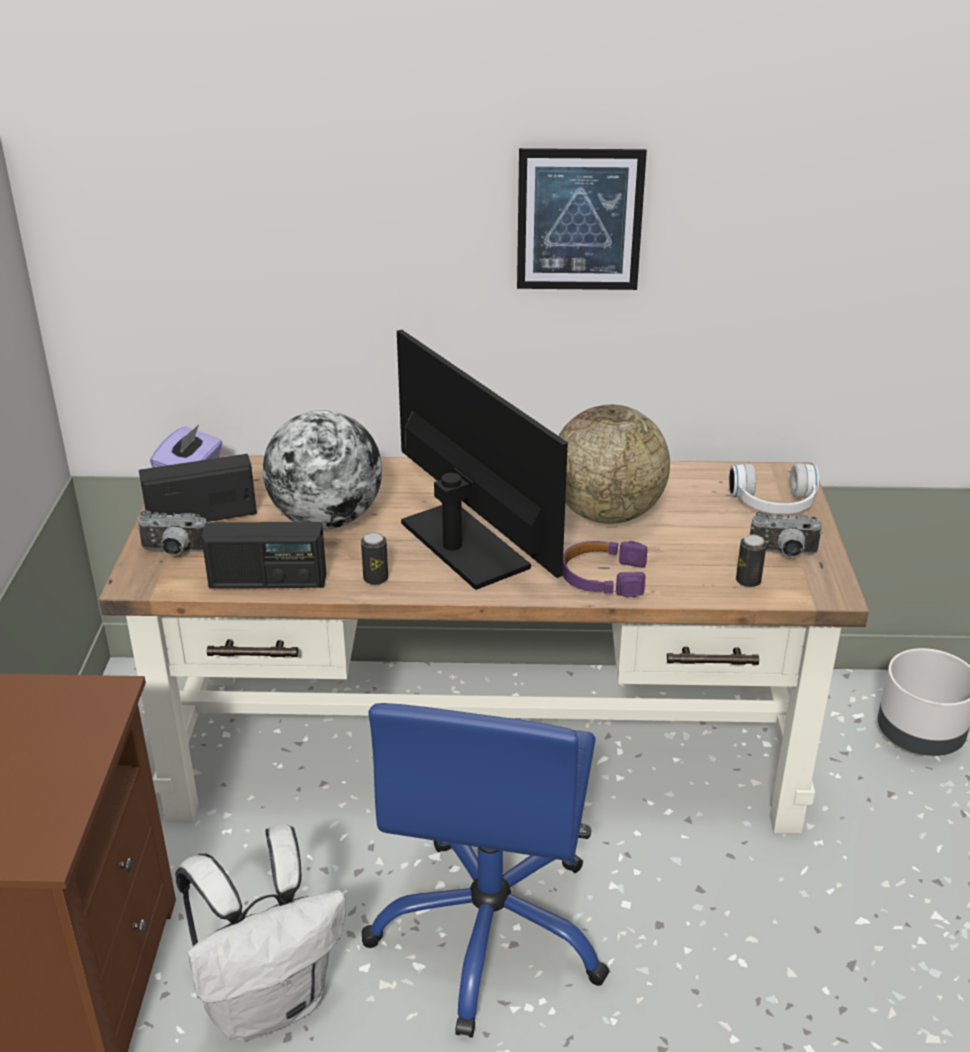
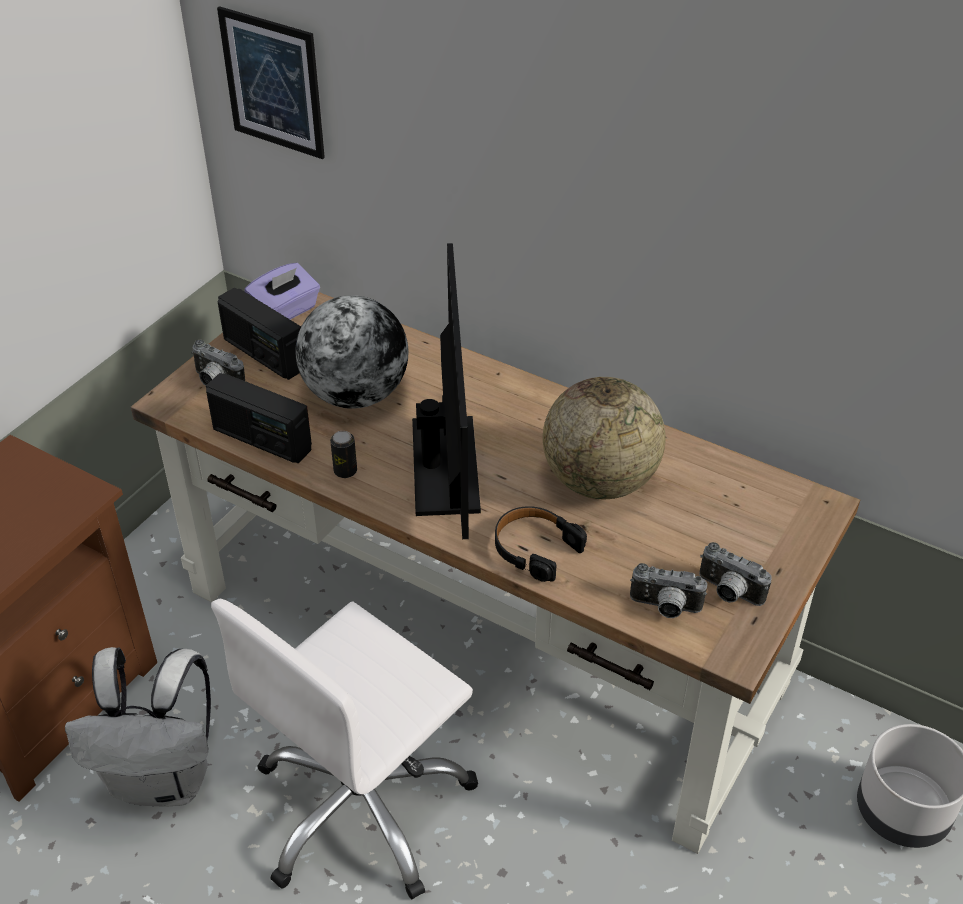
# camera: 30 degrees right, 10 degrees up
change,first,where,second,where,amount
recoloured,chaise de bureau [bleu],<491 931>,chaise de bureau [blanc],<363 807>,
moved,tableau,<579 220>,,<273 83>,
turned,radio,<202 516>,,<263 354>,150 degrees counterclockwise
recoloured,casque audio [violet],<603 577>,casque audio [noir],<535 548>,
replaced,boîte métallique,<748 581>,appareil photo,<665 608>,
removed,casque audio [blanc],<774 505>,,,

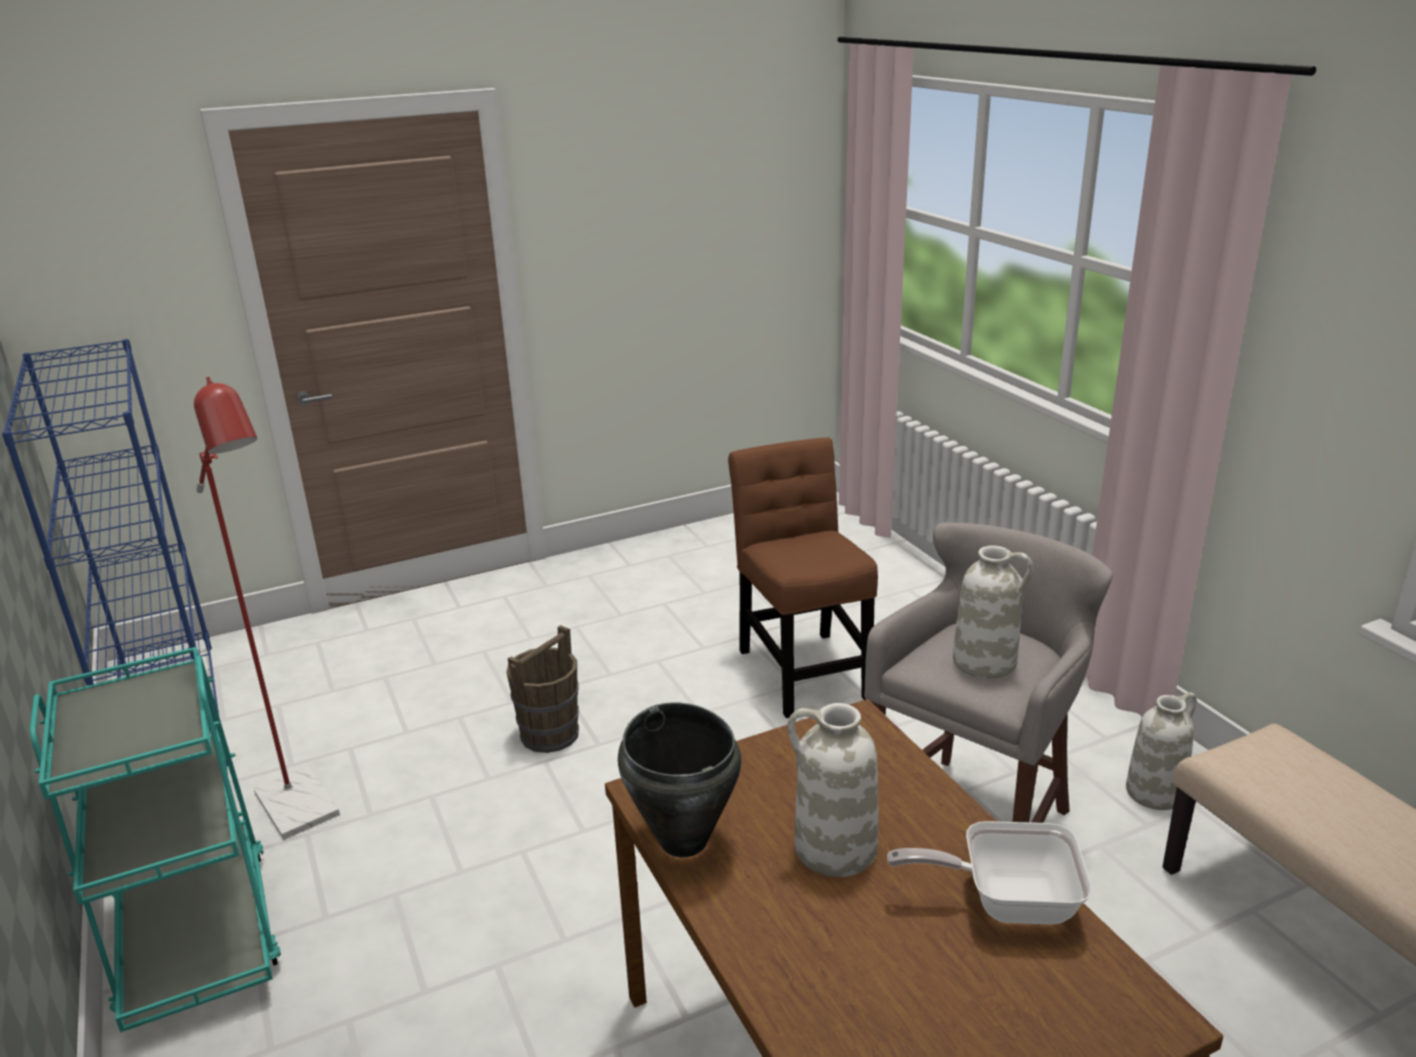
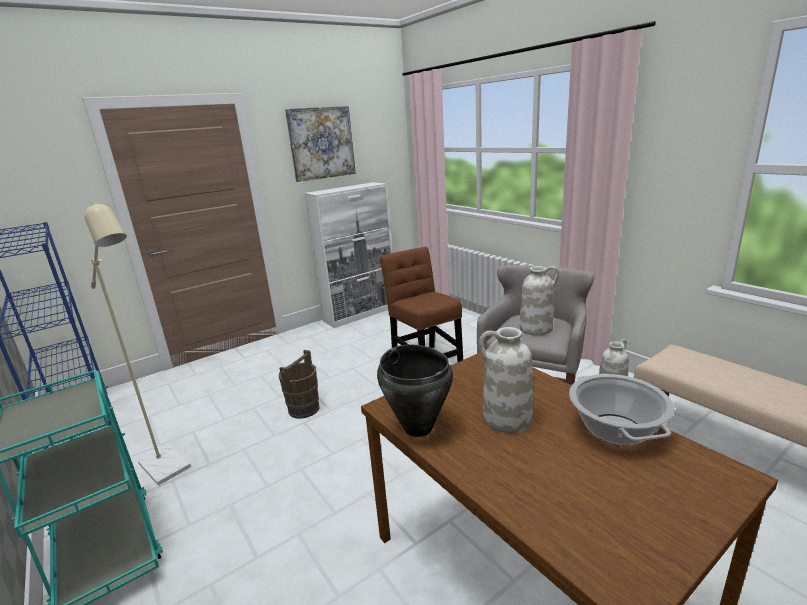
# camera: 10 degrees left, 5 degrees down
change,first,where,second,where,amount
recoloured,lampadaire [rouge],<303 814>,lampadaire [beige],<169 469>,
added,,,tableau,<321 143>,
added,,,meuble de rangement [blanc],<361 313>,
replaced,poêle,<1006 901>,marmite,<615 429>,

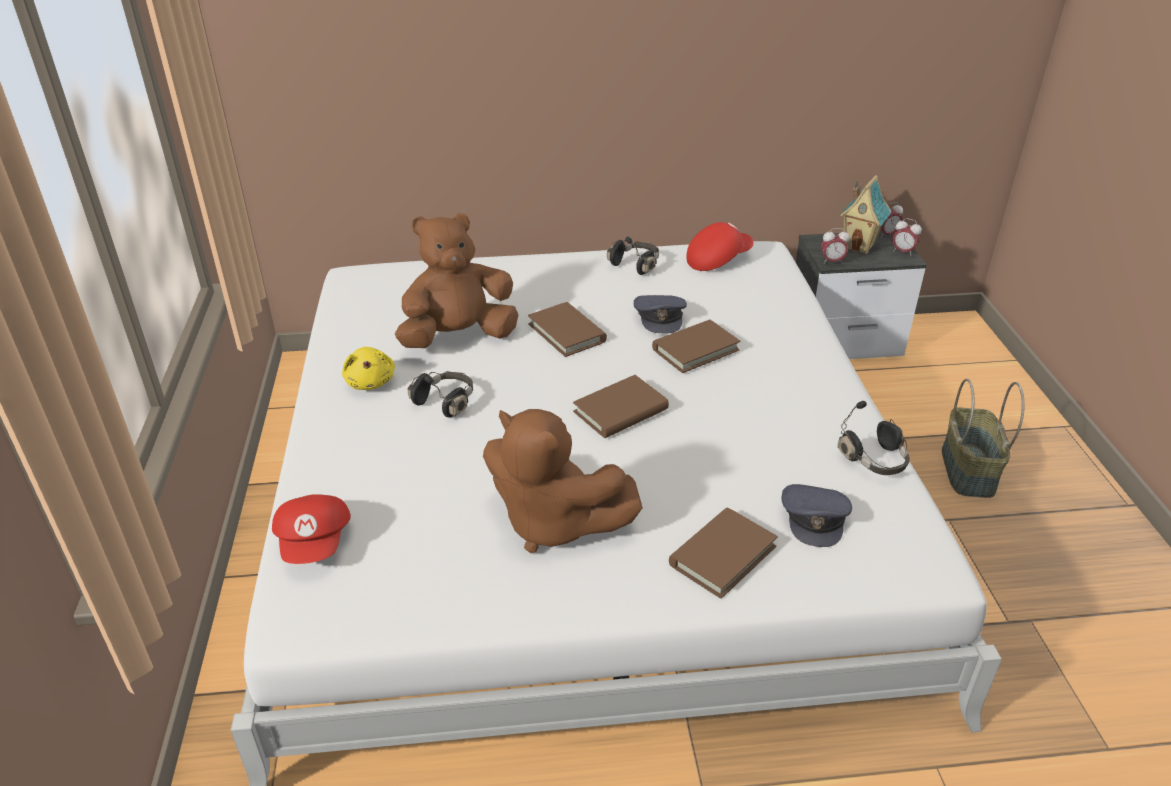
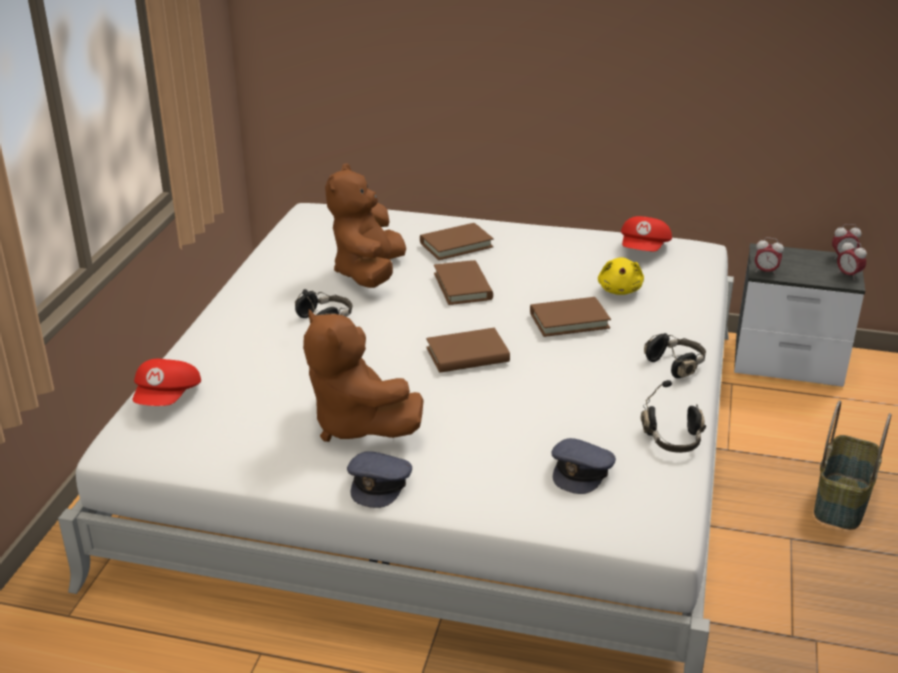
# camera: 20 degrees right, 5 degrees down
change,first,where,second,where,amount
turned,peluche [marron],<458 337>,,<369 273>,75 degrees counterclockwise
moved,casquette [gris],<660 317>,,<379 483>,
moved,livre [marron],<722 555>,,<456 245>,
moved,peluche [jaune],<370 382>,,<620 290>,
turned,casquette [rouge],<717 260>,,<644 250>,120 degrees clockwise
moved,casque audio [noir],<636 264>,,<676 365>,
removed,maison miniature,<859 246>,,,

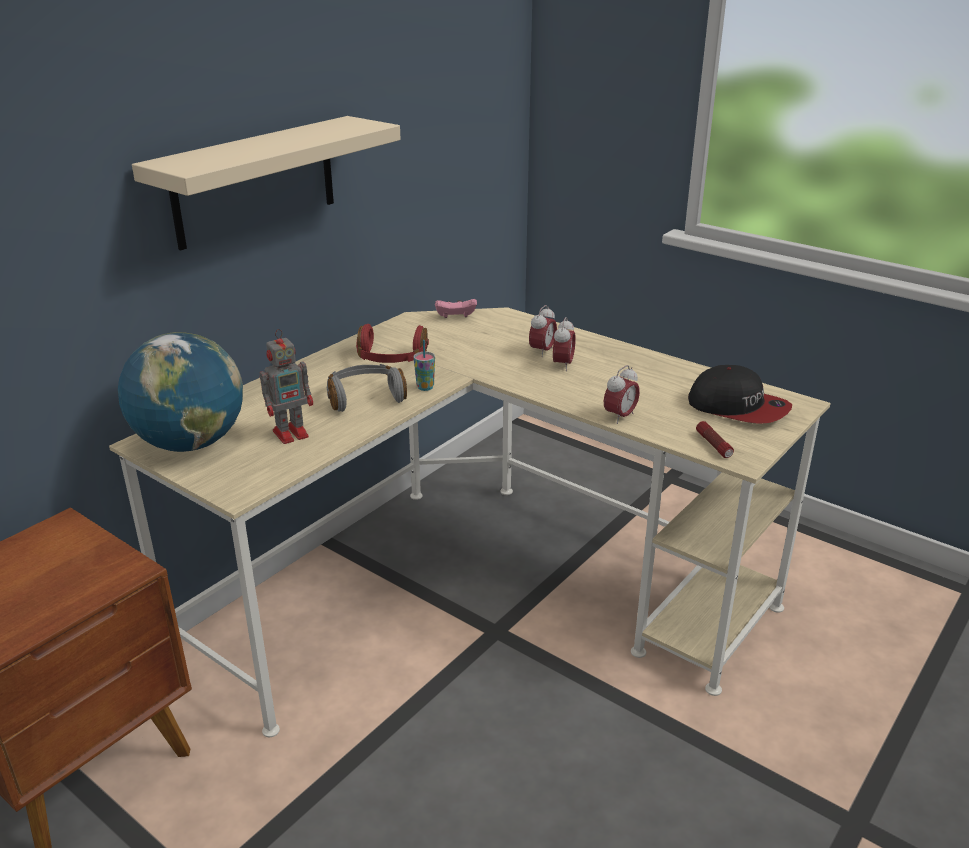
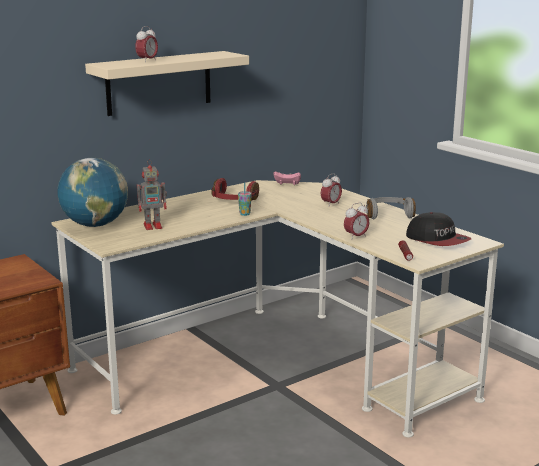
# camera: 15 degrees right, 10 degrees down
change,first,where,second,where,amount
moved,réveil,<563 365>,,<147 61>,
moved,casque audio [gris],<365 397>,,<388 215>,

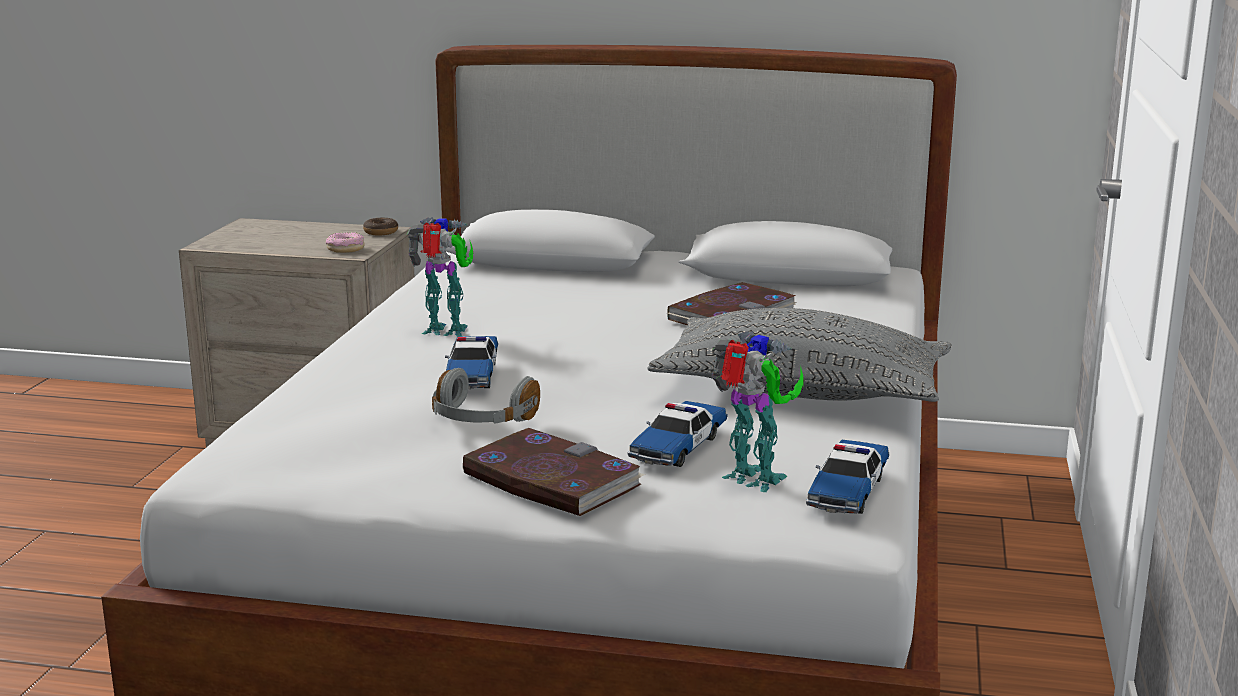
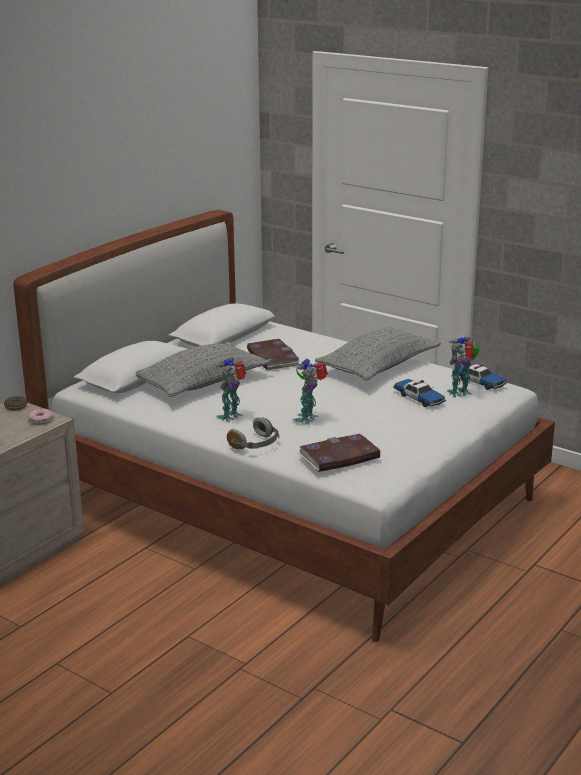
# camera: 65 degrees left, 5 degrees up
change,first,where,second,where,amount
added,,,coussin [gris],<202 383>,
moved,casque audio [gris],<481 420>,,<256 444>,
replaced,petite voiture,<472 374>,robot jouet,<308 418>,
moved,livre,<550 480>,,<339 457>,

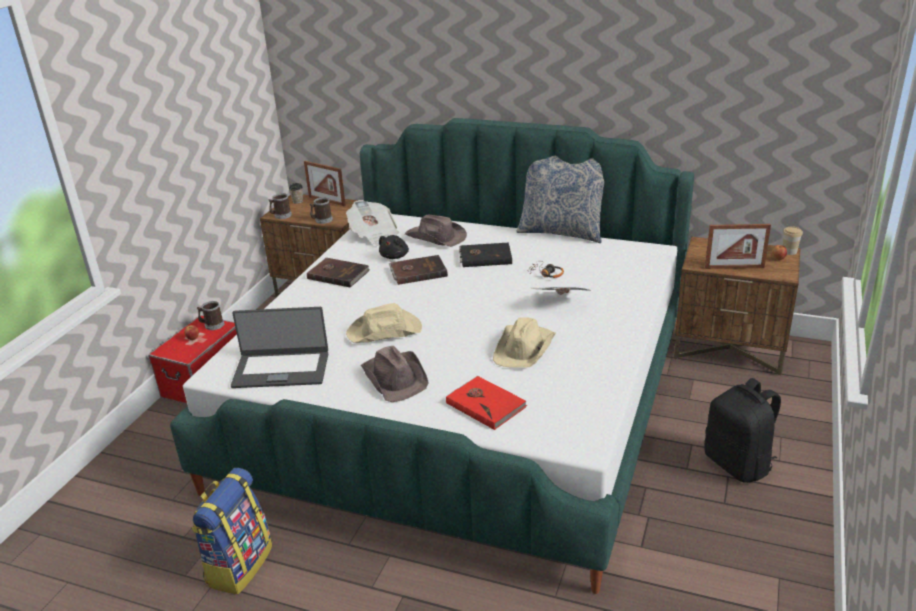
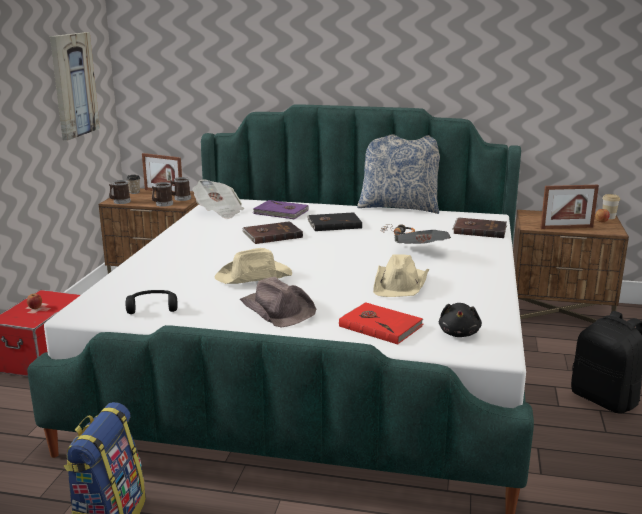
# camera: 10 degrees left, 10 degrees down
change,first,where,second,where,amount
added,,,tableau,<73 85>,
replaced,ordinateur portable,<281 369>,casque audio [noir],<153 307>,
moved,mug,<212 325>,,<180 198>,
replaced,chapeau [marron],<436 237>,livre [violet],<281 212>,
moved,peluche [noir],<395 256>,,<459 333>,
moved,livre [marron],<338 274>,,<479 230>,

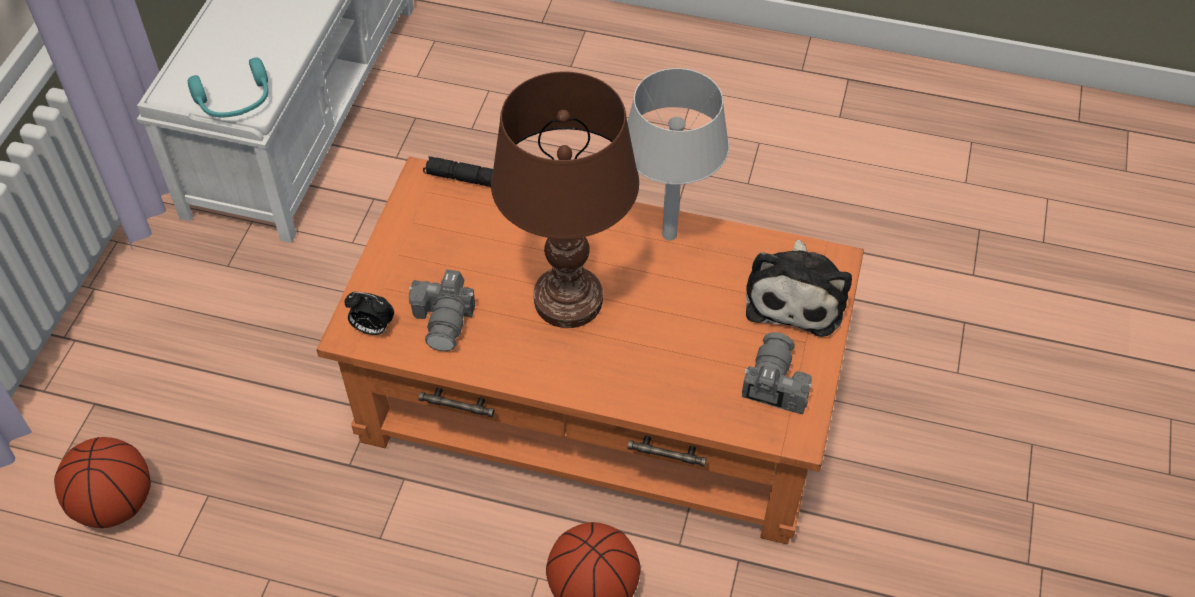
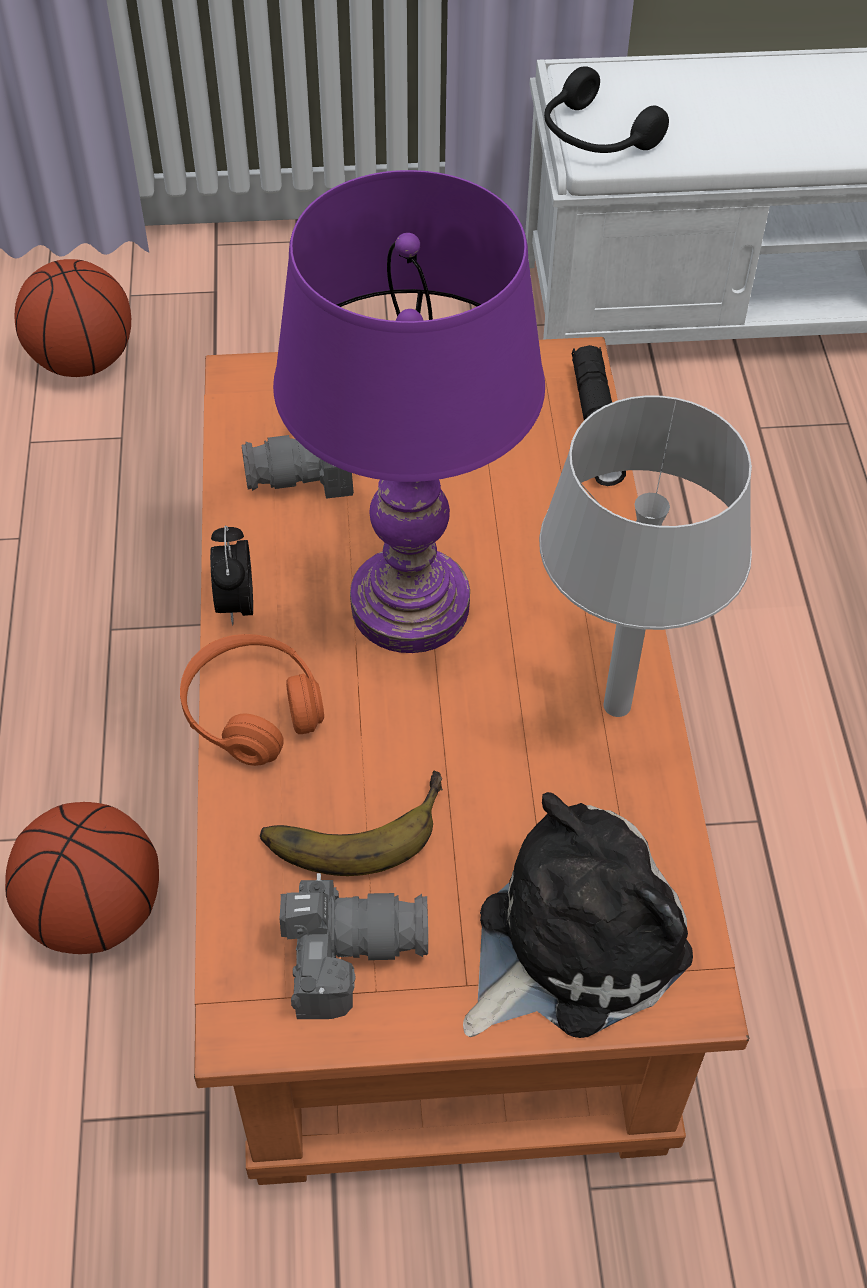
# camera: 70 degrees right, 0 degrees up
change,first,where,second,where,amount
added,,,casque audio [orange],<252 711>,
moved,réveil,<372 329>,,<235 603>,
added,,,banane,<352 822>,
recoloured,lampe de table [marron],<568 300>,lampe de table [violet],<410 606>,
turned,peluche,<796 296>,,<570 943>,150 degrees clockwise
recoloured,casque audio [turquoise],<235 102>,casque audio [noir],<595 137>,

